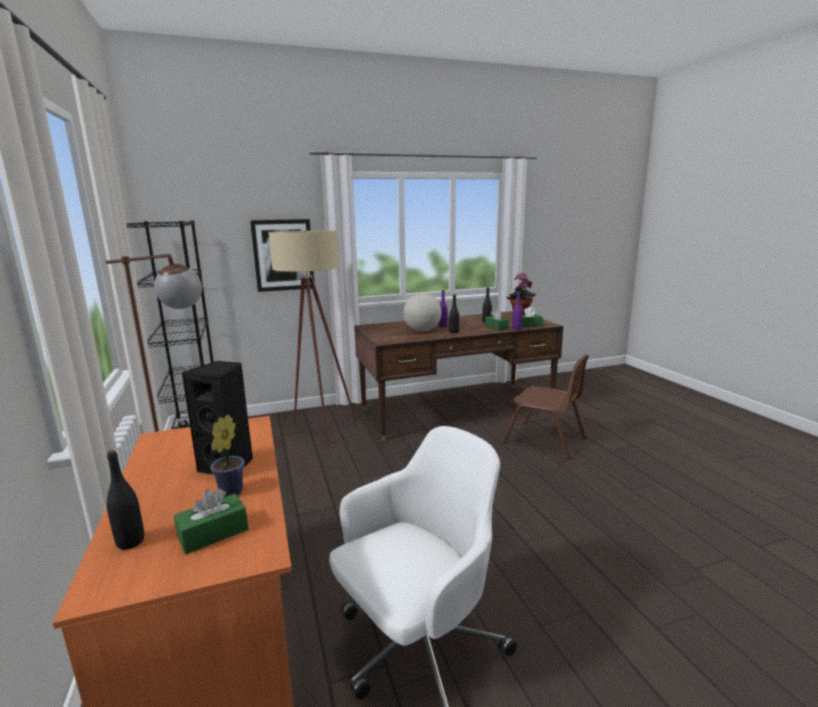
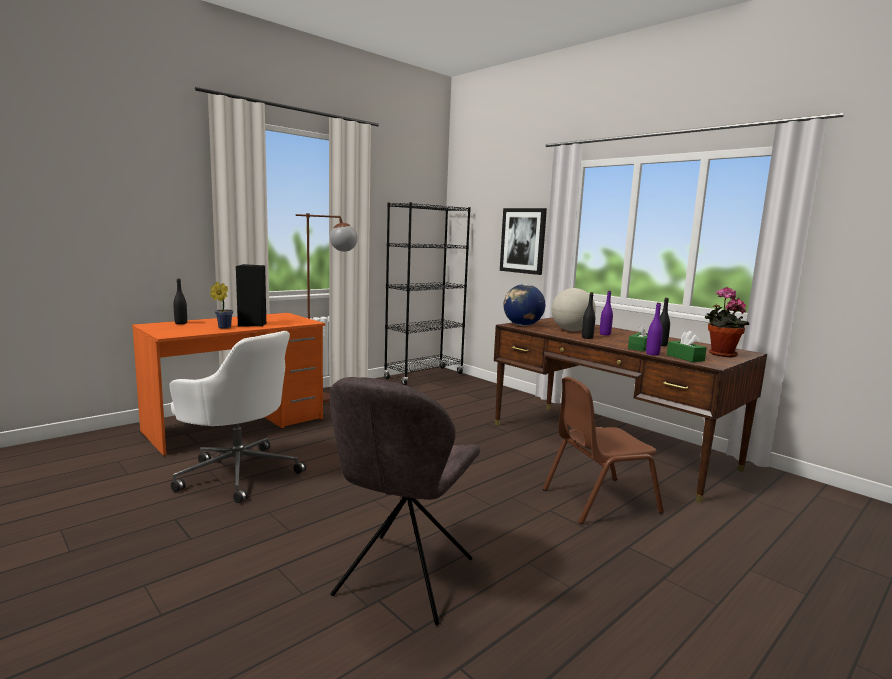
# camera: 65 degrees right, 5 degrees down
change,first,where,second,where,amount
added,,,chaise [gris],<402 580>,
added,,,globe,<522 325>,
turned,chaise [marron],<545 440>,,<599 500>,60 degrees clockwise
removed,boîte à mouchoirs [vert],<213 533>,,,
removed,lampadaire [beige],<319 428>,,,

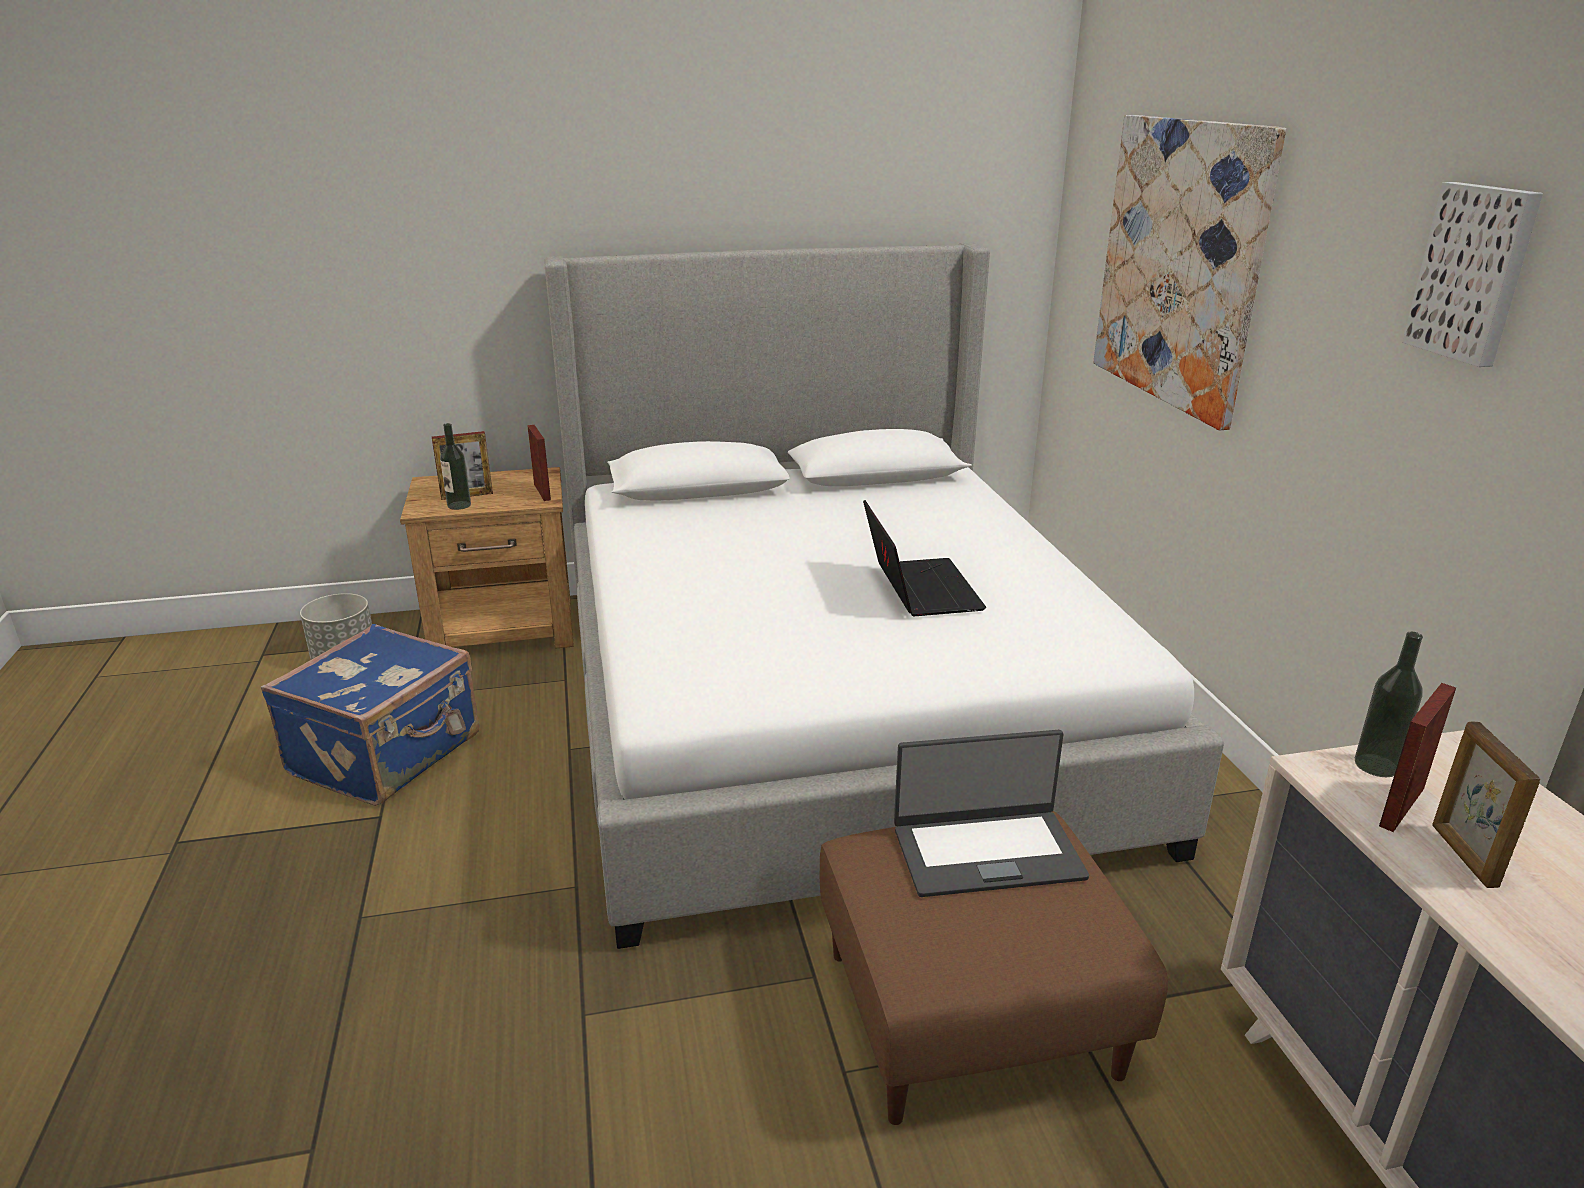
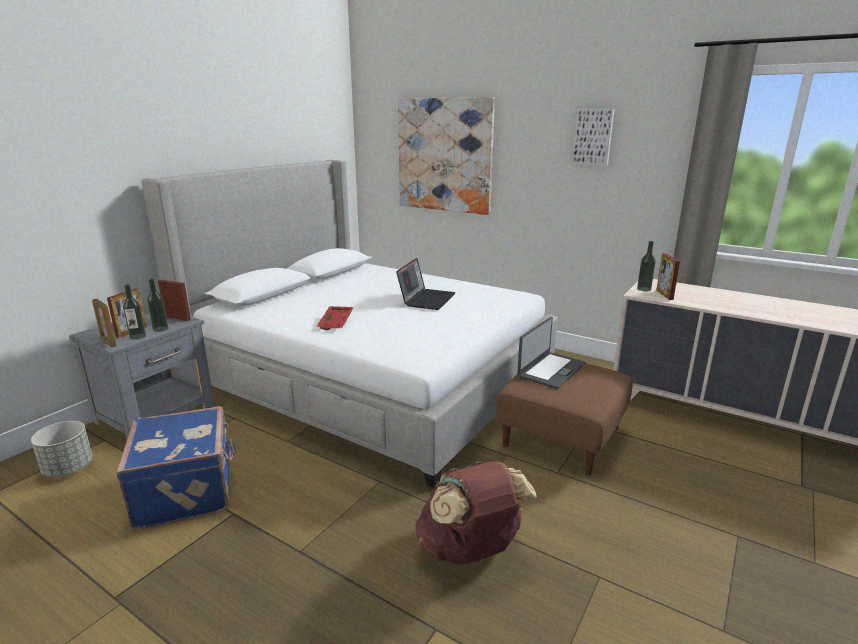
# camera: 45 degrees left, 5 degrees down
change,first,where,second,where,amount
recoloured,table de chevet [marron],<505 629>,table de chevet [gris],<158 413>,
moved,cadre photo,<1463 855>,,<108 342>,
added,,,bouteille,<160 329>,
added,,,plateau [rouge],<336 323>,
turned,ordinateur portable,<918 589>,,<426 299>,75 degrees clockwise
added,,,sac à dos [marron],<470 550>,

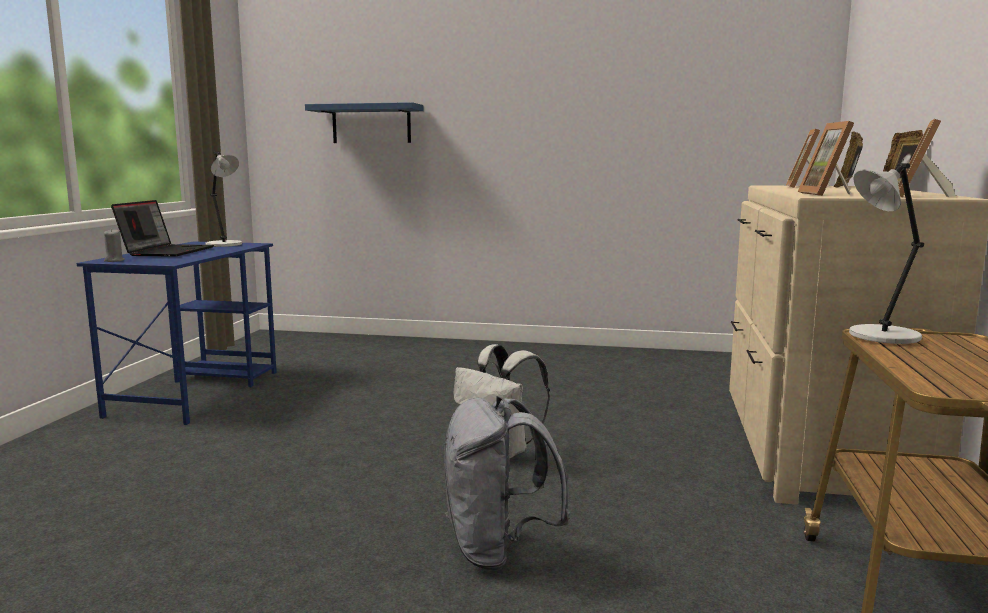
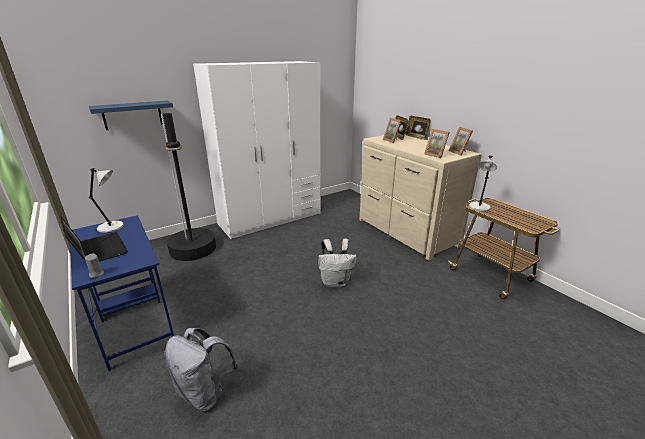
# camera: 45 degrees left, 15 degrees up
change,first,where,second,where,amount
added,,,lampadaire [noir],<193 249>,
moved,sac à dos [gris],<498 550>,,<205 392>,
added,,,armoire [blanc],<271 218>,

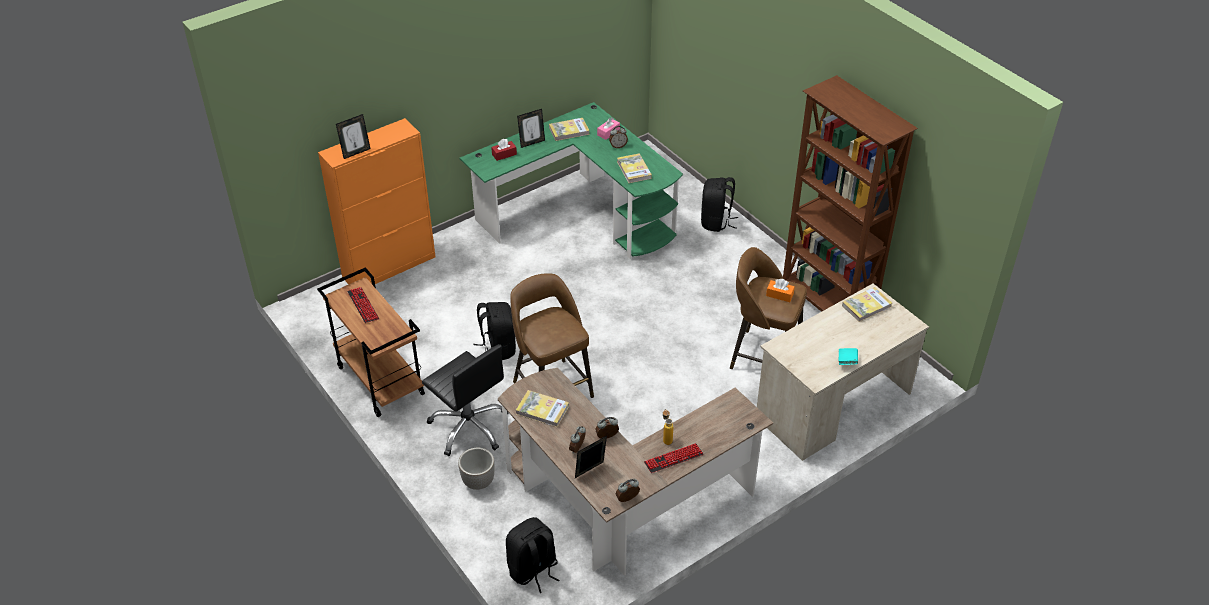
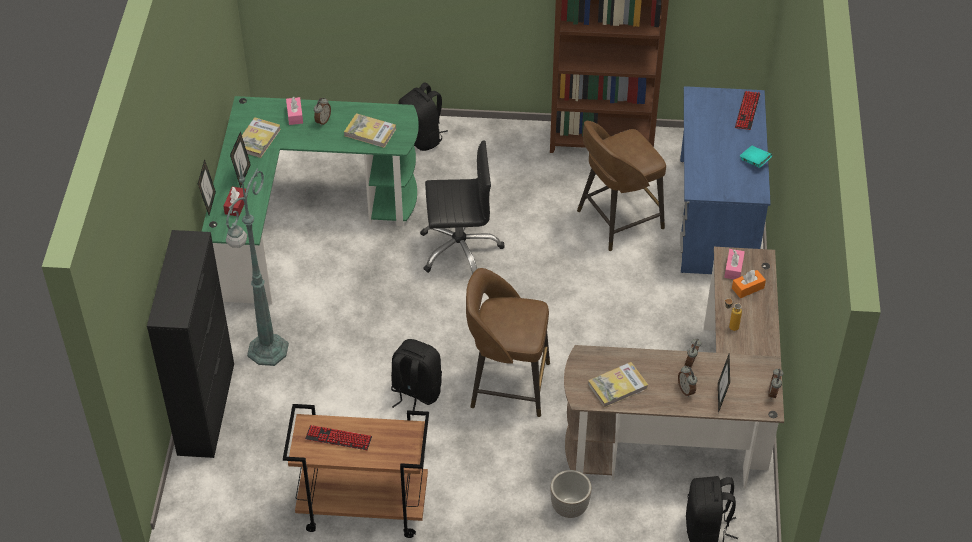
# camera: 50 degrees left, 5 degrees up
change,first,where,second,where,amount
recoloured,meuble de rangement [orange],<389 267>,meuble de rangement [noir],<206 408>,
moved,cadre photo,<356 152>,,<209 203>,
added,,,lampadaire [vert],<266 351>,
moved,chaise de bureau [noir],<469 426>,,<459 249>,
recoloured,bureau [beige],<833 406>,bureau [bleu],<716 217>,
added,,,boîte à mouchoirs [rose],<733 268>,
moved,boîte à mouchoirs [orange],<779 295>,,<748 288>,
moved,clavier,<673 459>,,<747 111>,
removed,livre,<866 306>,,,

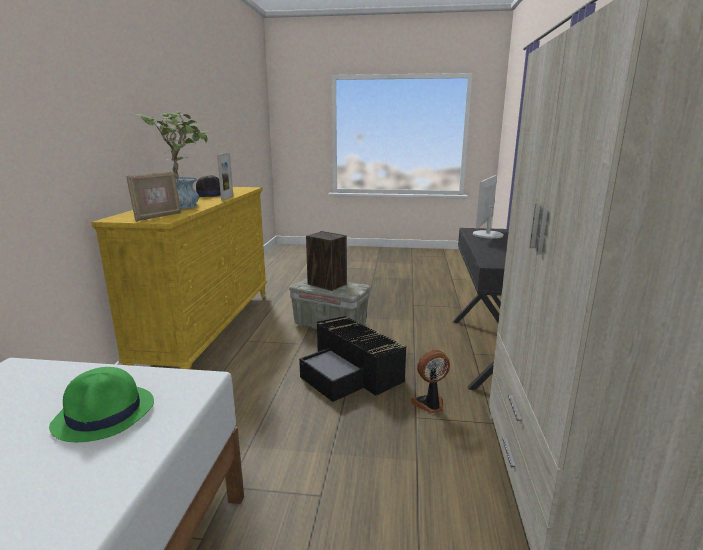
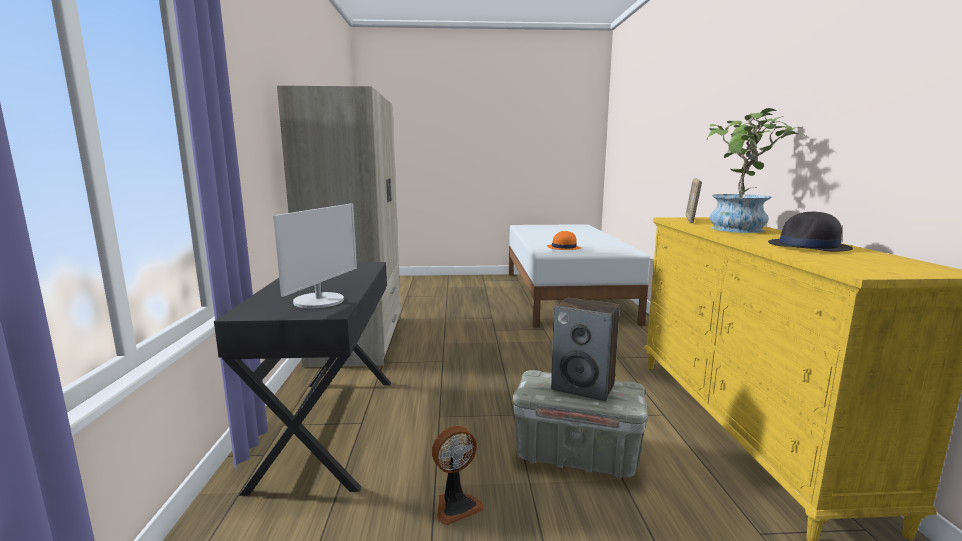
# camera: 170 degrees right, 5 degrees down
change,first,where,second,where,amount
moved,ventilateur,<430 404>,,<456 505>,
recoloured,chapeau [vert],<105 413>,chapeau [orange],<563 248>,
removed,cadre photo,<227 198>,,,
removed,boîte de rangement [noir],<351 373>,,,

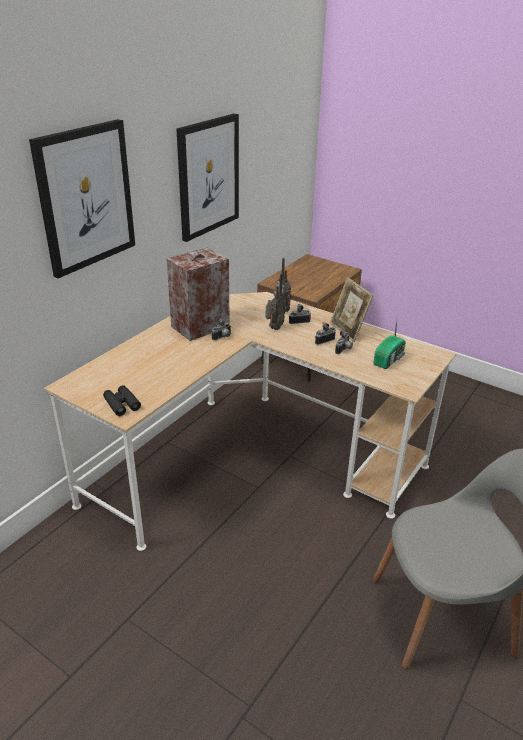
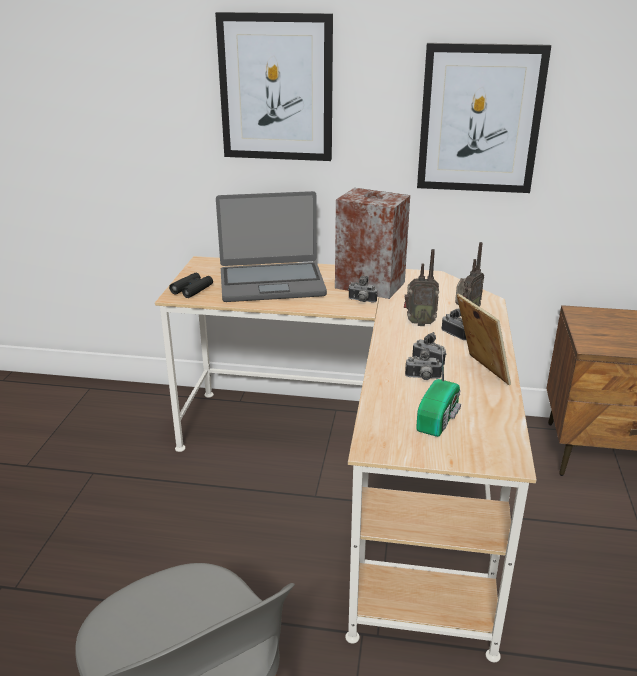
# camera: 65 degrees right, 5 degrees down
change,first,where,second,where,amount
added,,,ordinateur portable,<271 283>,
turned,radio,<390 359>,,<439 418>,75 degrees counterclockwise
turned,cadre photo,<348 330>,,<479 371>,120 degrees clockwise

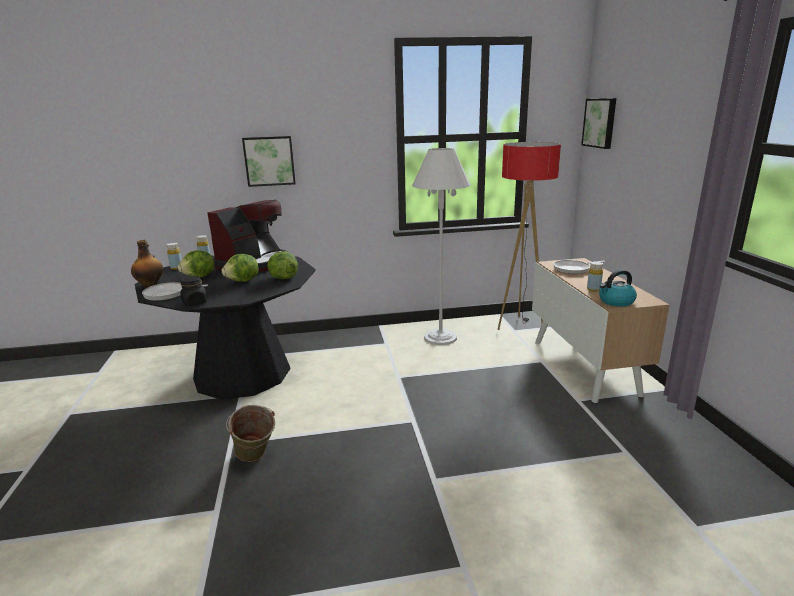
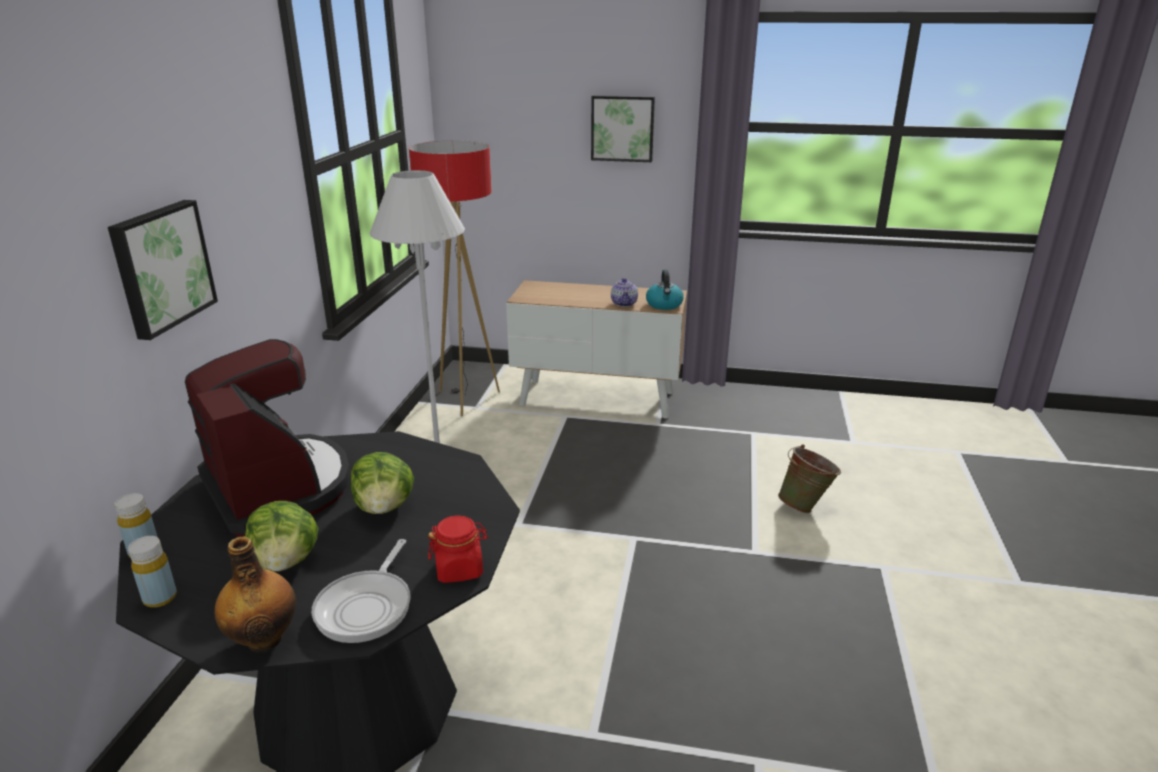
# camera: 70 degrees left, 5 degrees up
change,first,where,second,where,amount
recoloured,bocal [noir],<195 302>,bocal [rouge],<459 569>,
moved,tableau,<600 123>,,<622 128>,
replaced,bouteille [jaune],<593 289>,théière,<624 303>,
moved,seau [vert],<255 459>,,<805 506>,
removed,laitue,<283 278>,,,
removed,poêle,<573 269>,,,

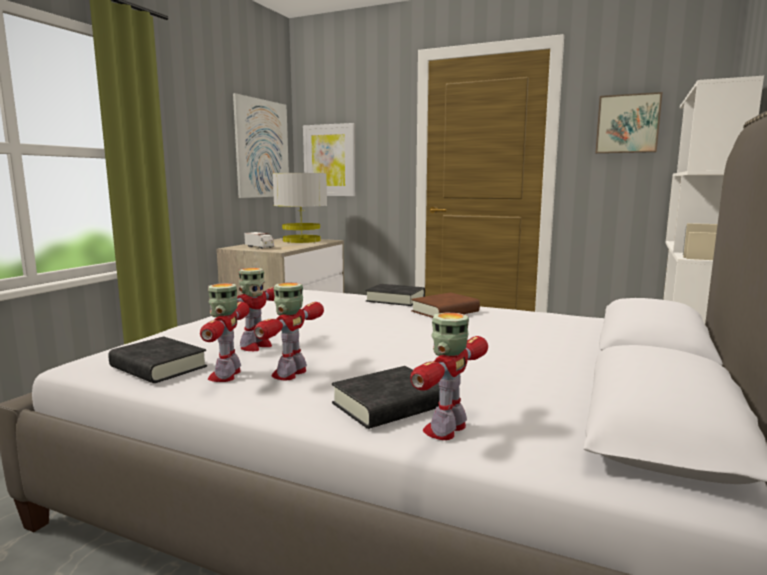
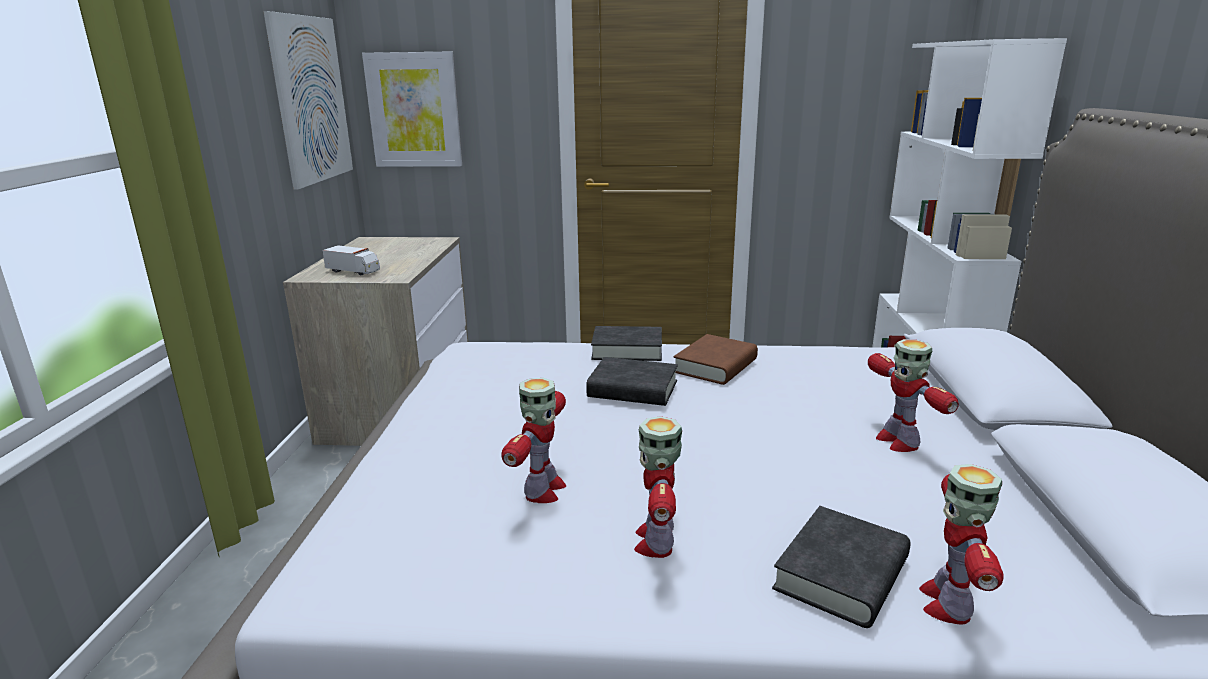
# camera: 20 degrees left, 10 degrees up
change,first,where,second,where,amount
moved,livre [noir],<158 367>,,<633 389>,
moved,robot jouet,<226 375>,,<897 441>,
removed,lampe de table [gris],<301 240>,,,
removed,tableau,<627 124>,,,

